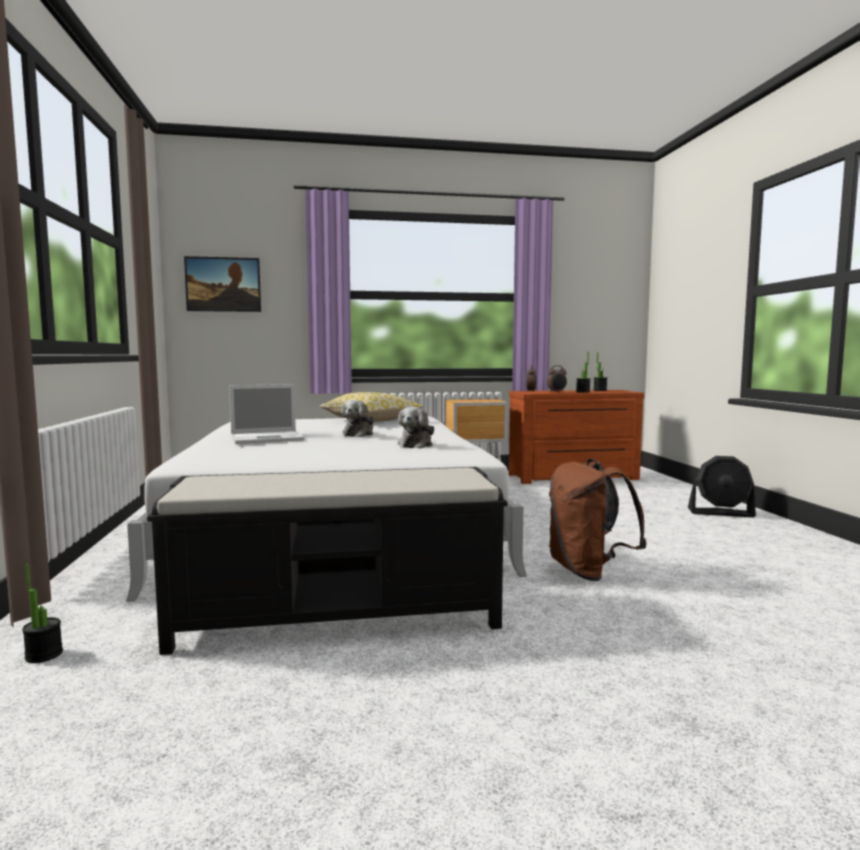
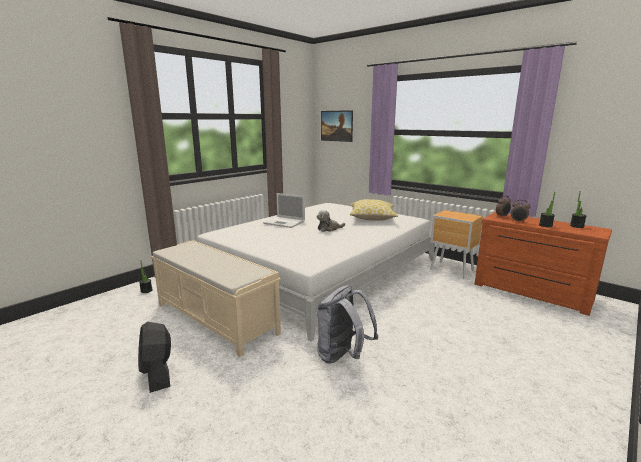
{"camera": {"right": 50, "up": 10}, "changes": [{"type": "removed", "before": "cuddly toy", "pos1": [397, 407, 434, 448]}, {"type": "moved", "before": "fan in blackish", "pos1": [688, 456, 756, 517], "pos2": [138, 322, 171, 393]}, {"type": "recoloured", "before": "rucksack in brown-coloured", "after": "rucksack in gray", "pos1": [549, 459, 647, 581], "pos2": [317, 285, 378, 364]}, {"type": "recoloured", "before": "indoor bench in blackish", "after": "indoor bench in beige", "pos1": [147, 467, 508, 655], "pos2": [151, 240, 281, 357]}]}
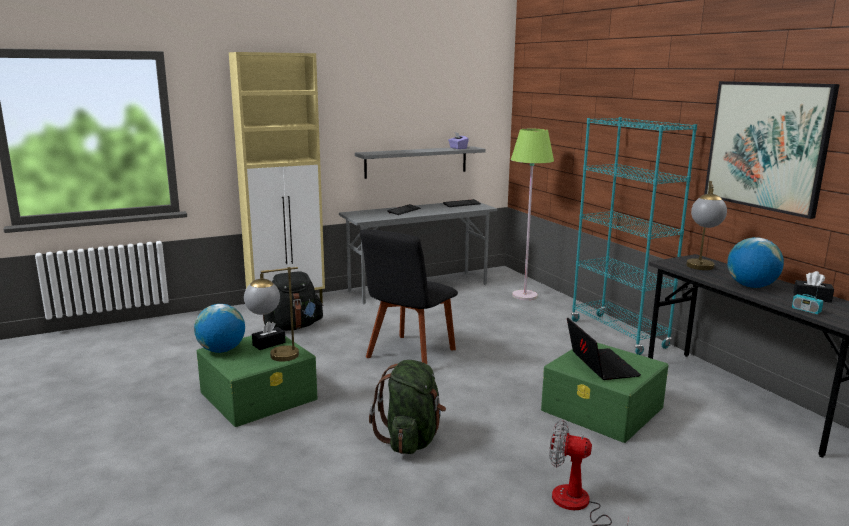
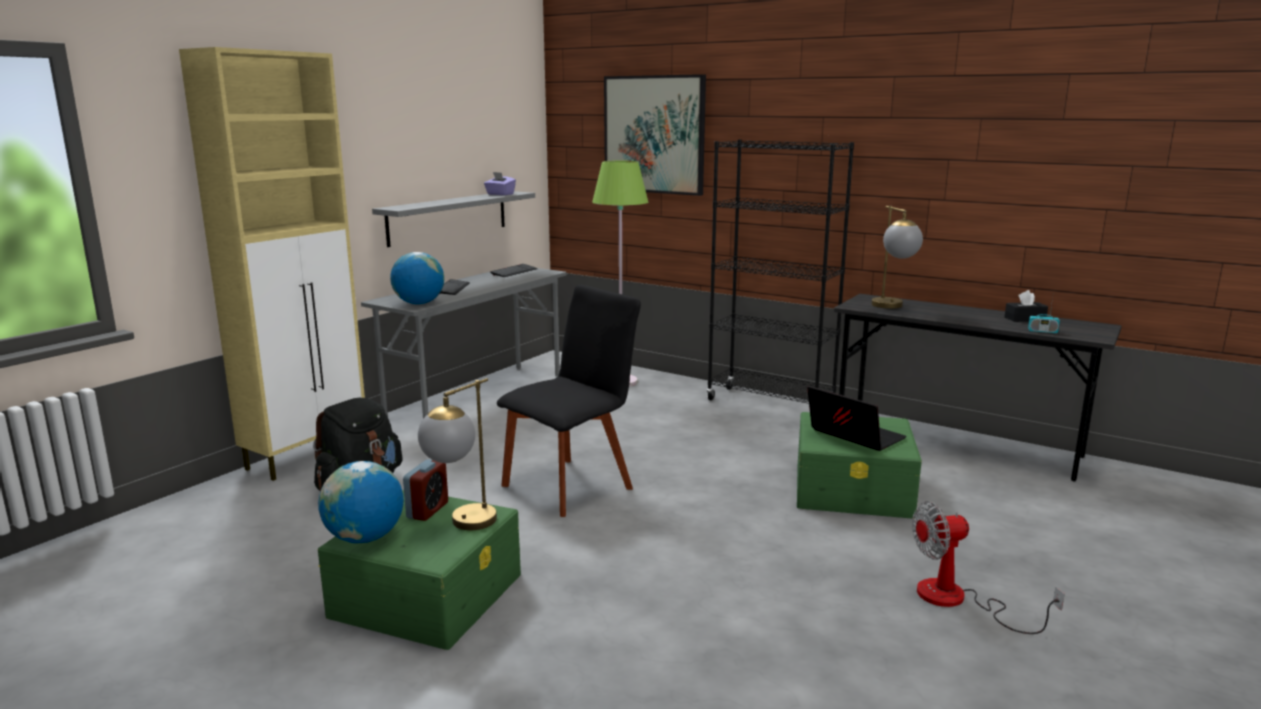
{"camera": {"right": -30, "up": 0}, "changes": [{"type": "moved", "before": "picture", "pos1": [704, 81, 840, 219], "pos2": [604, 74, 706, 196]}, {"type": "recoloured", "before": "shelving unit in turquoise", "after": "shelving unit in blackish", "pos1": [571, 117, 697, 355], "pos2": [707, 139, 854, 404]}, {"type": "turned", "before": "chair in blackish", "pos1": [360, 229, 458, 364], "pos2": [497, 285, 641, 517], "turn": -135}, {"type": "moved", "before": "world globe", "pos1": [727, 237, 784, 288], "pos2": [390, 252, 444, 305]}, {"type": "replaced", "before": "box of tissues in blackish", "after": "alarm clock", "pos1": [252, 321, 286, 350], "pos2": [403, 459, 448, 521]}, {"type": "removed", "before": "rucksack in green-coloured", "pos1": [369, 360, 446, 454]}]}
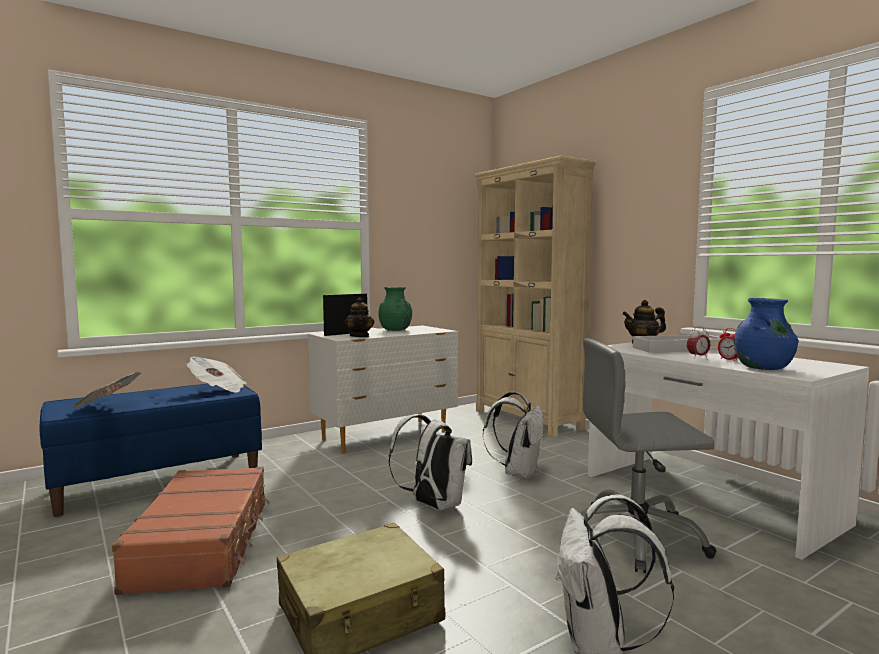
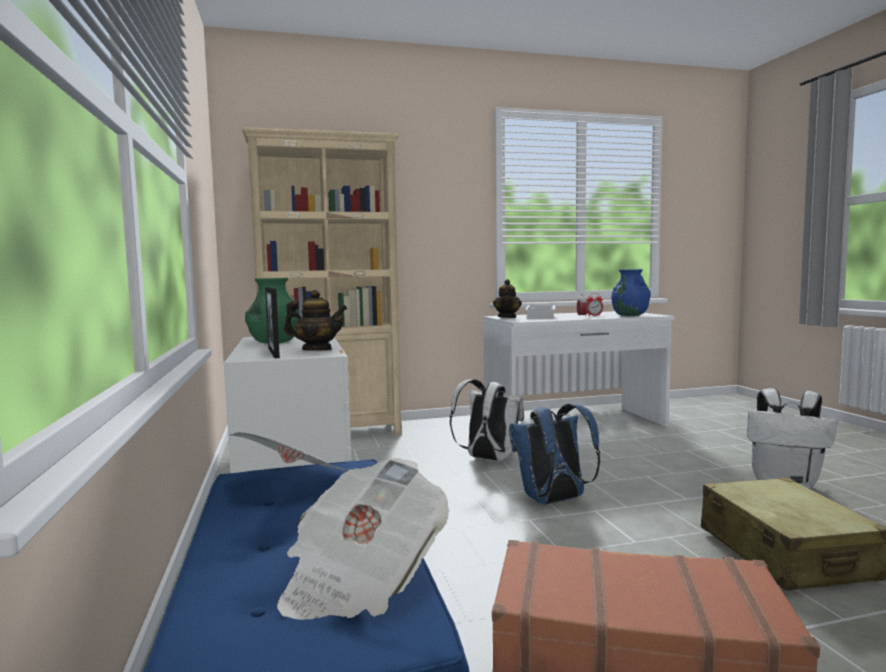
{"camera": {"right": -70, "up": 0}, "changes": [{"type": "removed", "before": "computer chair in gray", "pos1": [580, 338, 716, 573]}, {"type": "recoloured", "before": "rucksack in white", "after": "rucksack in bluish", "pos1": [389, 414, 472, 510], "pos2": [509, 404, 600, 505]}]}
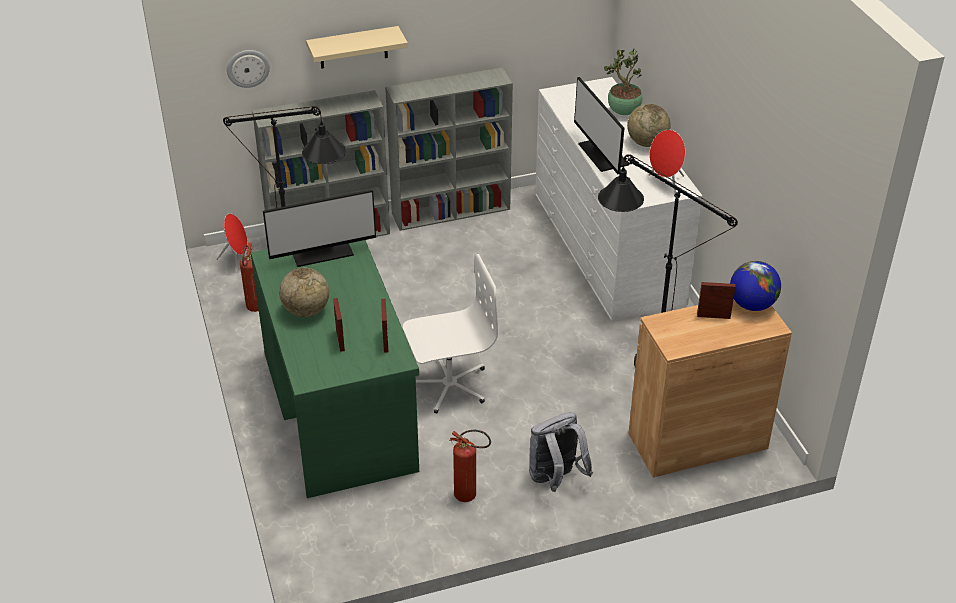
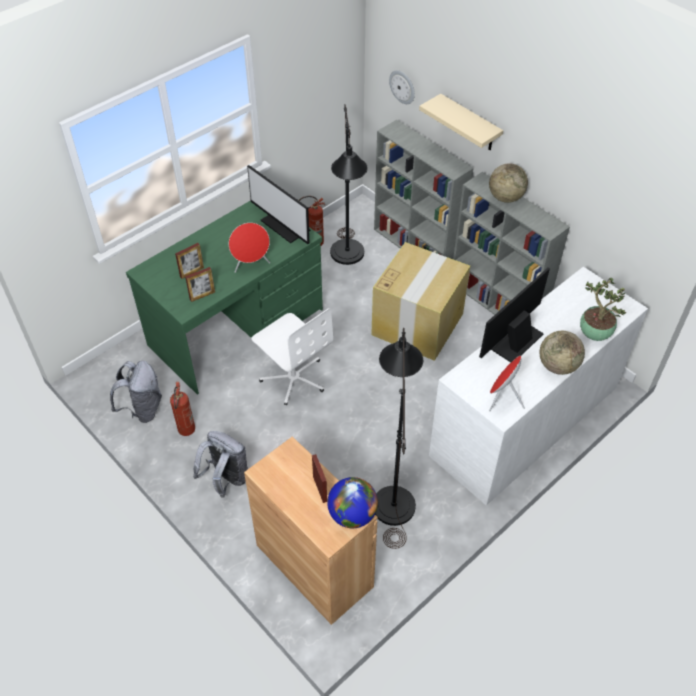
{"camera": {"right": 65, "up": 10}, "changes": [{"type": "moved", "before": "loudspeaker in red-coloured", "pos1": [216, 214, 248, 273], "pos2": [229, 223, 270, 273]}, {"type": "moved", "before": "world globe", "pos1": [279, 268, 329, 317], "pos2": [489, 163, 528, 203]}, {"type": "added", "after": "carton", "pos2": [371, 242, 470, 361]}, {"type": "added", "after": "rucksack in gray", "pos2": [110, 361, 162, 423]}]}
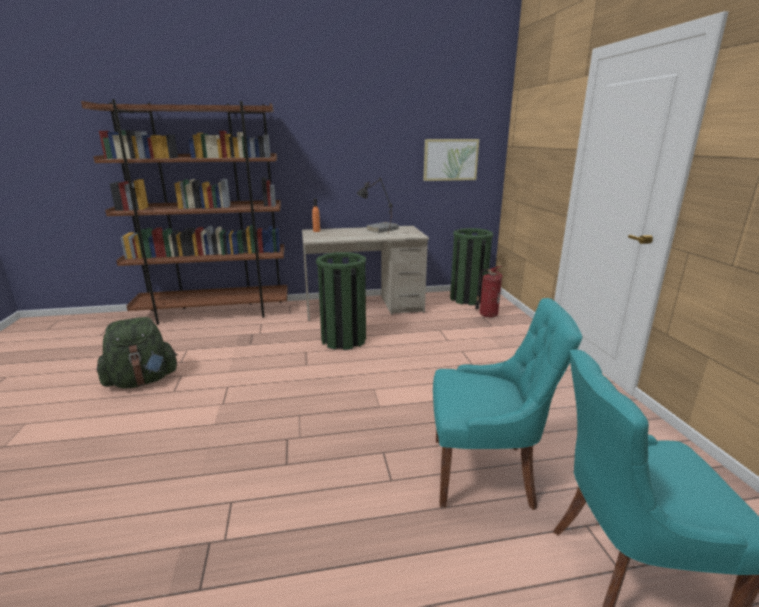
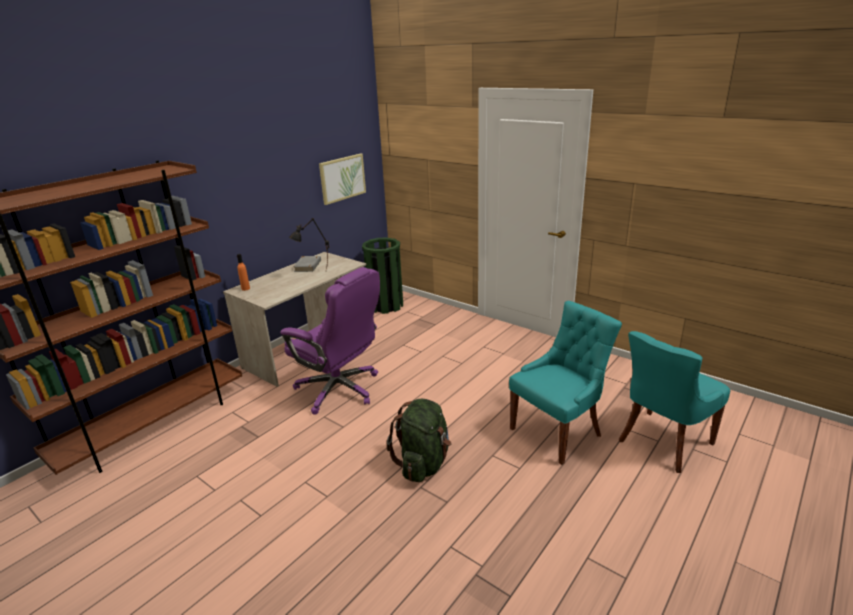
{"camera": {"right": -40, "up": 5}, "changes": [{"type": "replaced", "before": "waste bin in green-coloured", "after": "computer chair in purple", "pos1": [316, 252, 366, 350], "pos2": [280, 267, 380, 415]}, {"type": "removed", "before": "fire-fighting cylinder", "pos1": [475, 266, 503, 317]}, {"type": "moved", "before": "rucksack in green-coloured", "pos1": [97, 317, 178, 388], "pos2": [387, 399, 451, 482]}]}
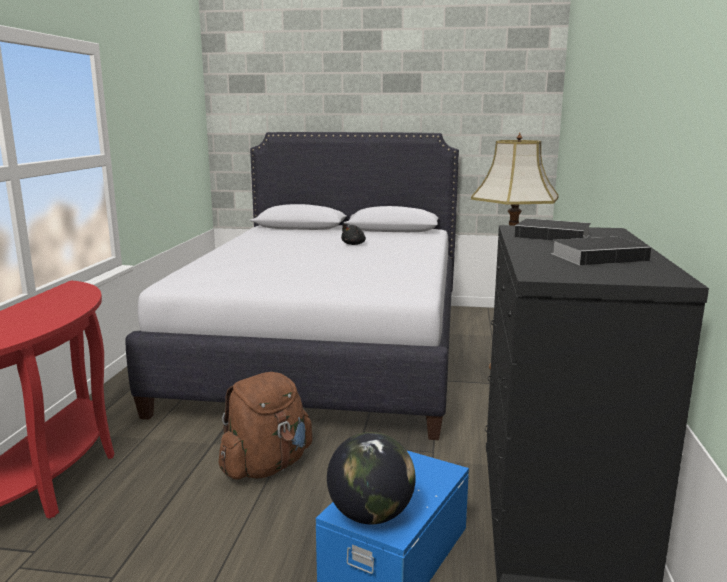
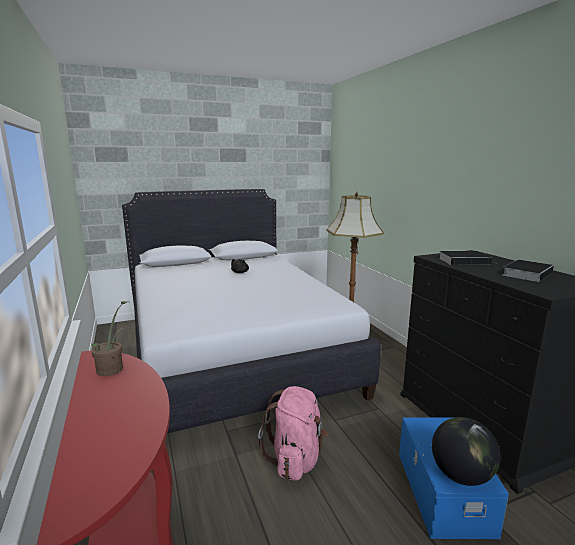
{"camera": {"right": -30, "up": 0}, "changes": [{"type": "recoloured", "before": "rucksack in brown-coloured", "after": "rucksack in pink", "pos1": [219, 372, 312, 479], "pos2": [257, 386, 329, 481]}, {"type": "added", "after": "plant in a pot", "pos2": [91, 301, 128, 376]}]}
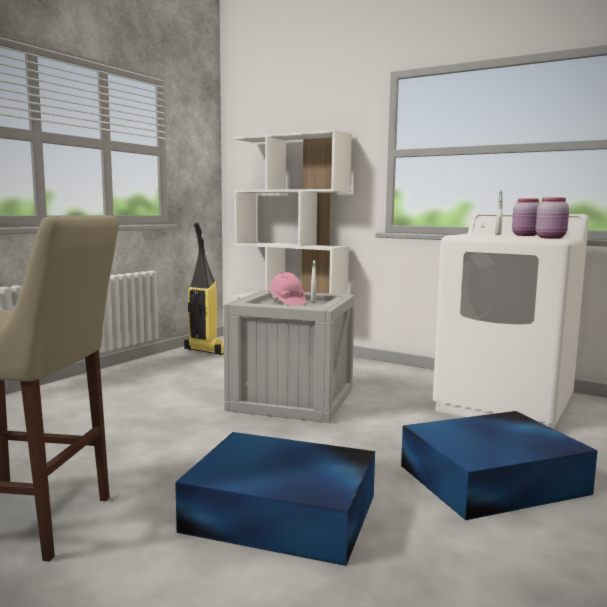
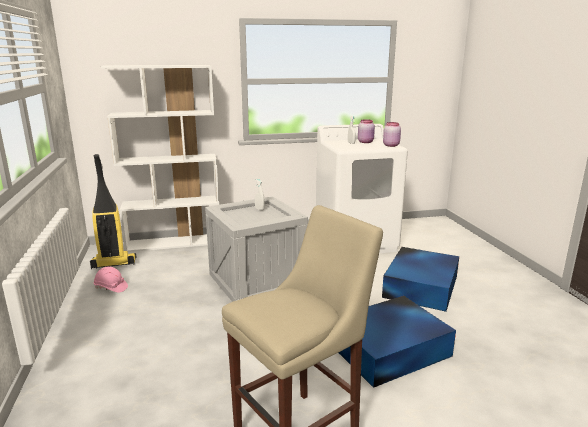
{"camera": {"right": -45, "up": 10}, "changes": [{"type": "moved", "before": "hard hat in pink", "pos1": [268, 272, 306, 306], "pos2": [94, 266, 128, 293]}]}
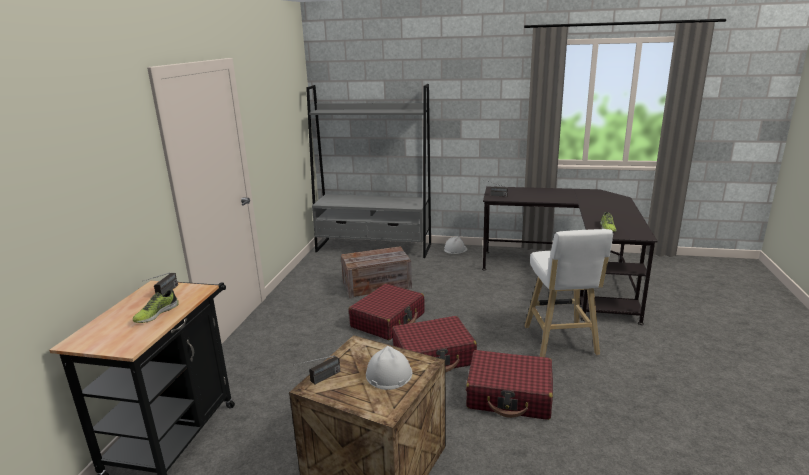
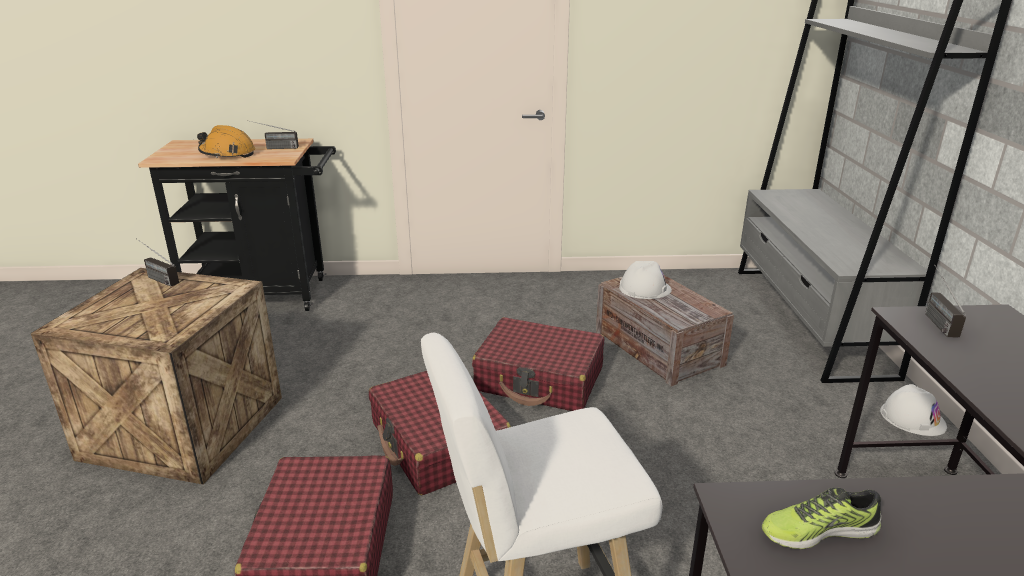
{"camera": {"right": 75, "up": 5}, "changes": [{"type": "replaced", "before": "item of footwear", "after": "hard hat in orange-coloured", "pos1": [133, 289, 179, 323], "pos2": [197, 125, 255, 158]}, {"type": "moved", "before": "hard hat in white", "pos1": [366, 346, 412, 390], "pos2": [619, 261, 672, 299]}]}
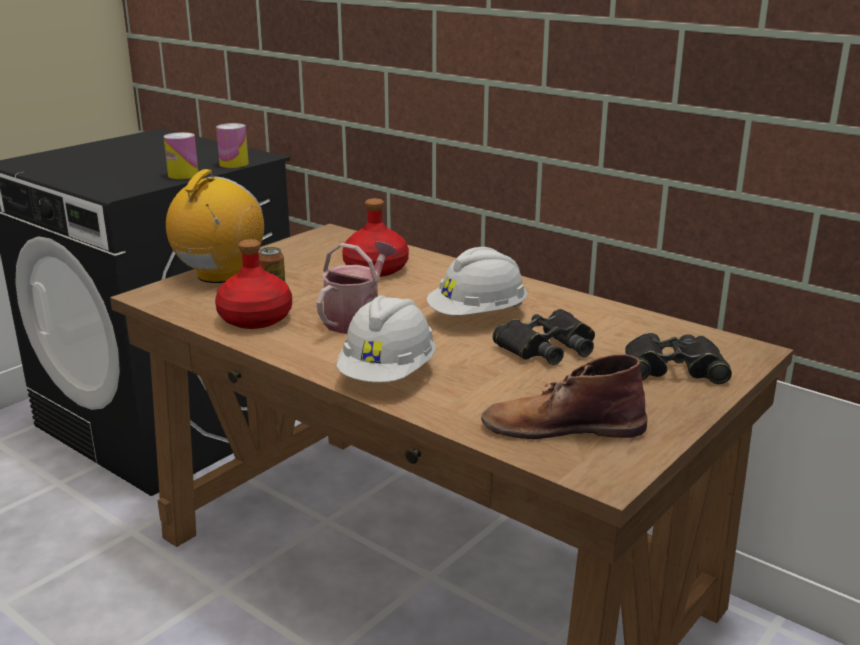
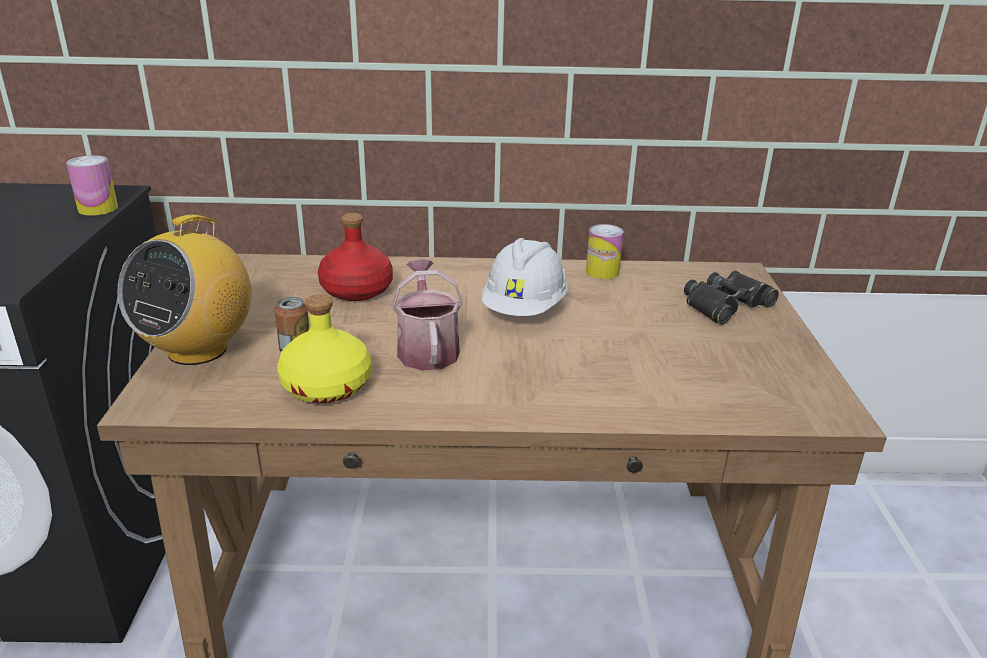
{"camera": {"right": -40, "up": 5}, "changes": [{"type": "moved", "before": "can", "pos1": [164, 132, 198, 179], "pos2": [586, 224, 624, 279]}, {"type": "turned", "before": "radio set", "pos1": [166, 169, 264, 283], "pos2": [118, 215, 251, 365], "turn": -135}, {"type": "recoloured", "before": "bottle in red-coloured", "after": "bottle in yellowish", "pos1": [215, 239, 292, 329], "pos2": [277, 294, 371, 403]}, {"type": "removed", "before": "hard hat in white", "pos1": [336, 295, 435, 382]}, {"type": "removed", "before": "pair of binoculars in blackish", "pos1": [492, 309, 595, 365]}, {"type": "removed", "before": "high-top boot in brown-coloured", "pos1": [481, 354, 647, 439]}]}
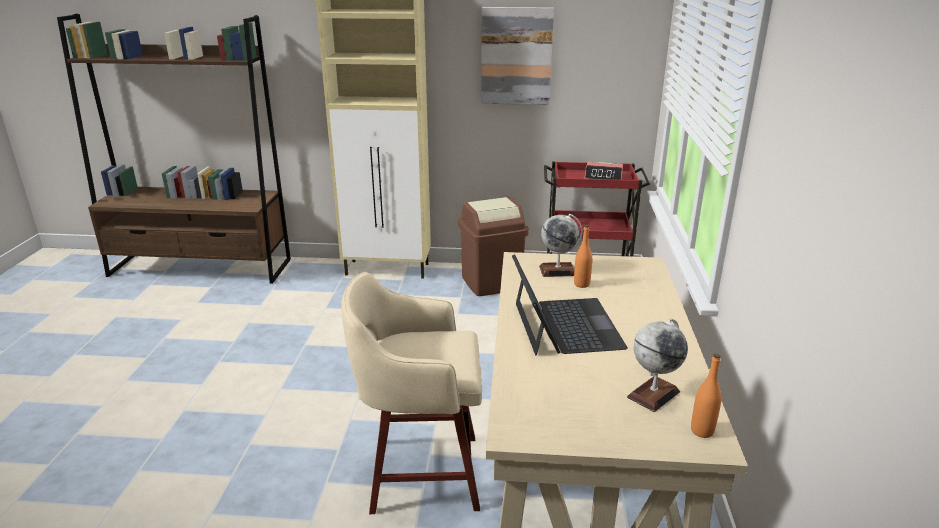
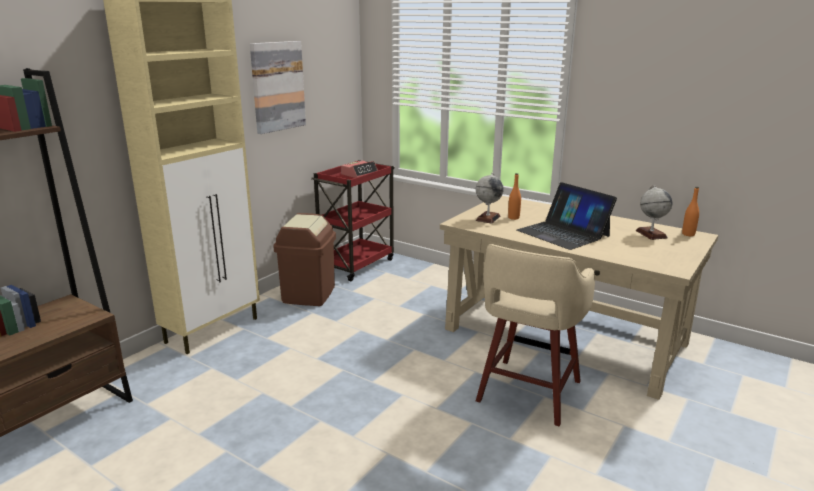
{"camera": {"right": -60, "up": -5}, "changes": [{"type": "turned", "before": "notebook computer", "pos1": [512, 254, 628, 356], "pos2": [517, 182, 617, 250], "turn": -150}]}
